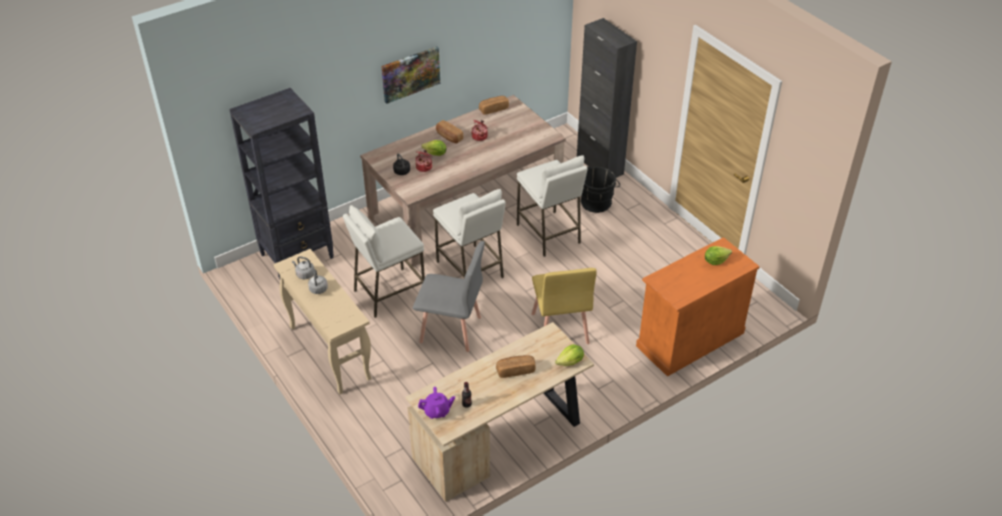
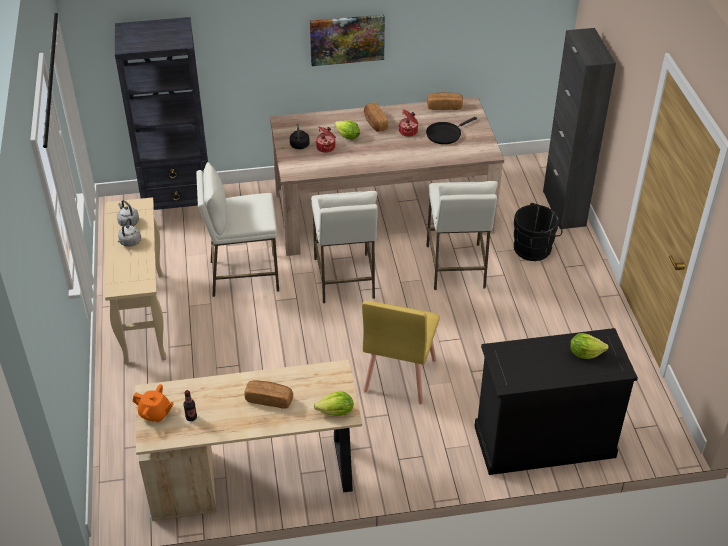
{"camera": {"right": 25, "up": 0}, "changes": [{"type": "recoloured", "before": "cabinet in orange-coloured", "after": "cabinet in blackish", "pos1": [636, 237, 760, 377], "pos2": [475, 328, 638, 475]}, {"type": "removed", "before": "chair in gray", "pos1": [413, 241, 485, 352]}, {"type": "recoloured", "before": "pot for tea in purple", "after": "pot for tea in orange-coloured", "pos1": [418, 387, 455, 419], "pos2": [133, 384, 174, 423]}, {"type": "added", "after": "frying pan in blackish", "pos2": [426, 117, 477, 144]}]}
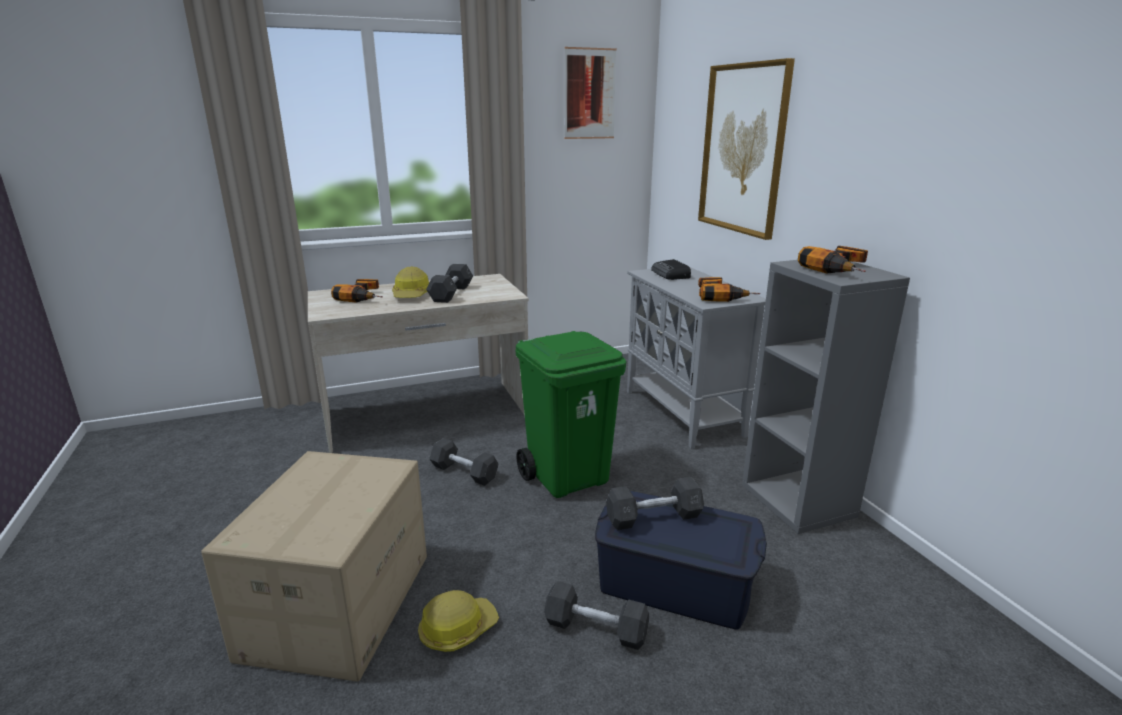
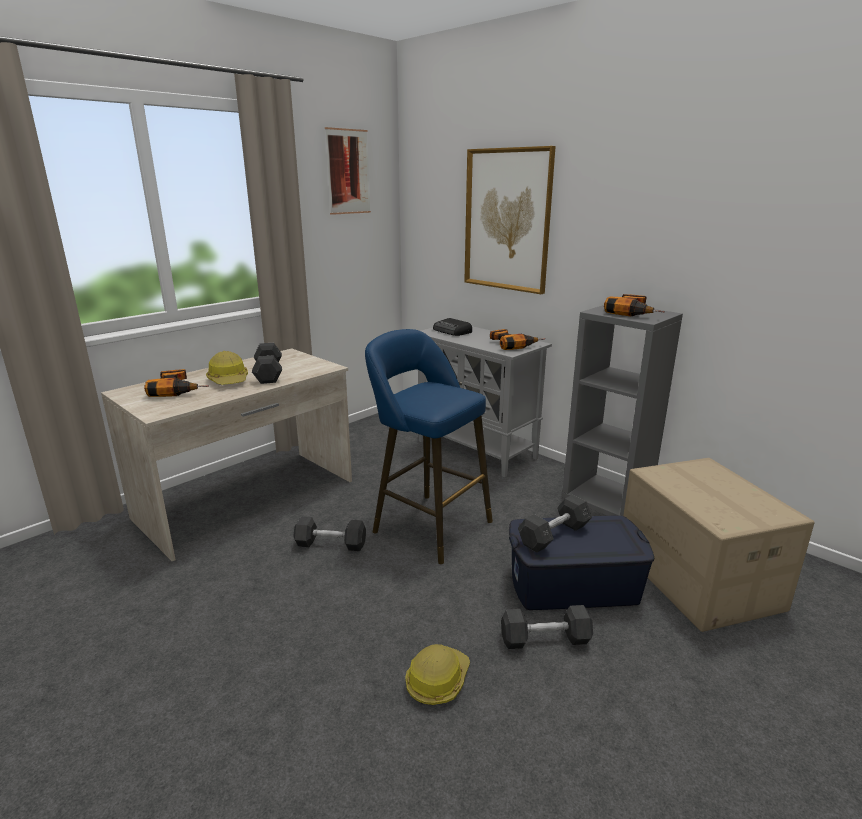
{"camera": {"right": -25, "up": 0}, "changes": [{"type": "replaced", "before": "waste bin in green-coloured", "after": "stool in bluish", "pos1": [515, 331, 626, 498], "pos2": [365, 329, 493, 564]}, {"type": "moved", "before": "carton", "pos1": [201, 451, 427, 682], "pos2": [623, 458, 815, 632]}]}
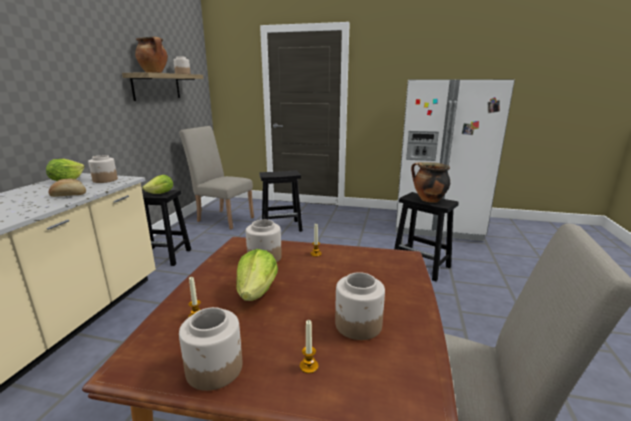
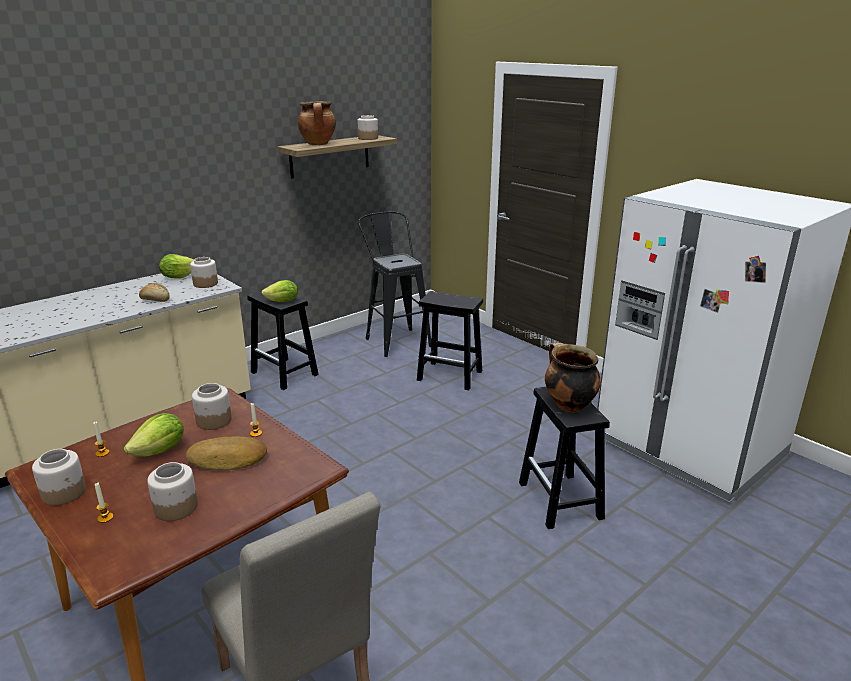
{"camera": {"right": 35, "up": 5}, "changes": [{"type": "replaced", "before": "chair in beige", "after": "stool in blackish", "pos1": [179, 126, 254, 229], "pos2": [358, 212, 432, 357]}, {"type": "added", "after": "baked bread", "pos2": [186, 436, 267, 471]}]}
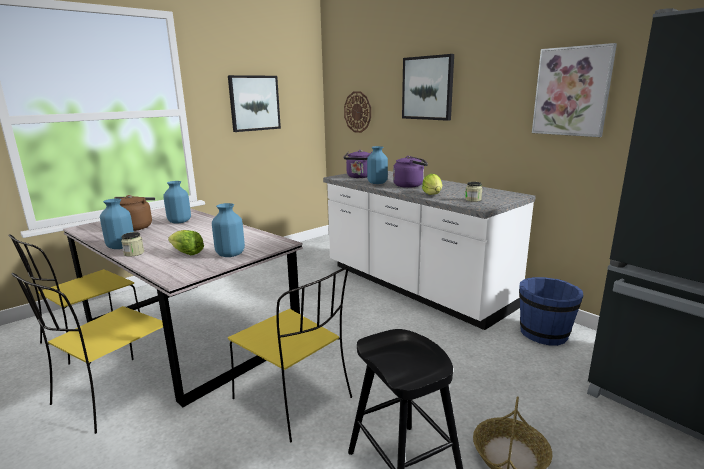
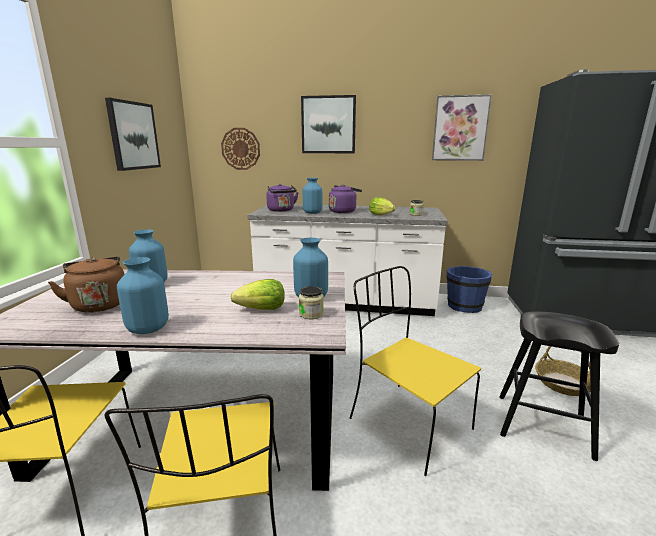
{"camera": {"right": -40, "up": 0}, "changes": [{"type": "moved", "before": "preserve jar", "pos1": [121, 232, 144, 257], "pos2": [299, 286, 324, 319]}, {"type": "turned", "before": "chair in yellowish", "pos1": [228, 266, 352, 443], "pos2": [350, 266, 481, 476], "turn": -135}]}
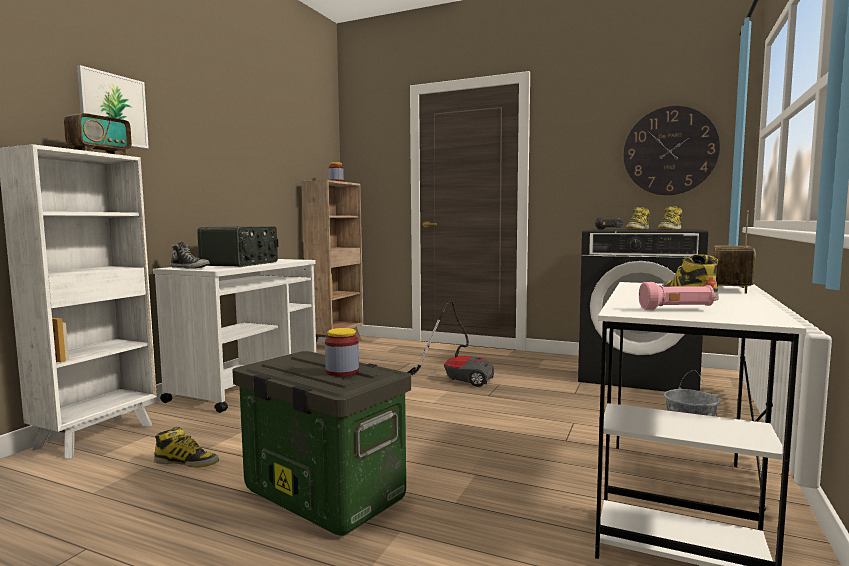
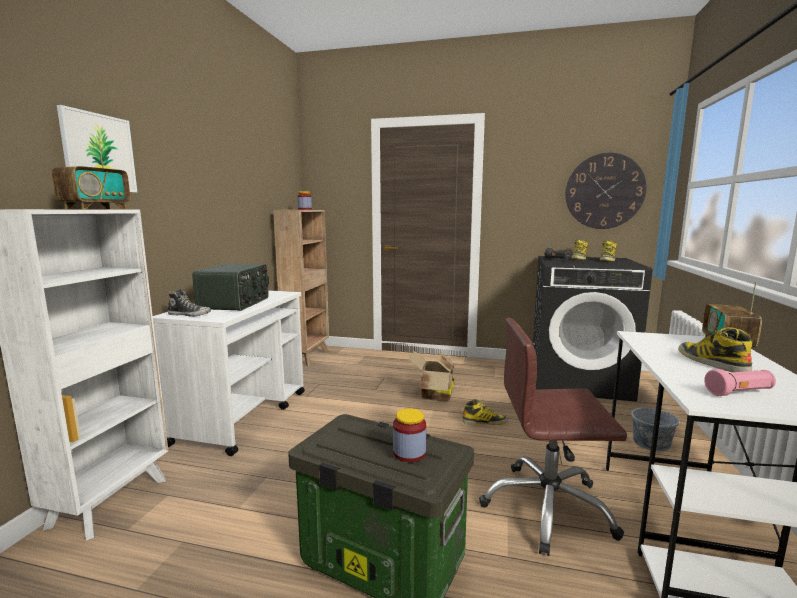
{"camera": {"right": -10, "up": 5}, "changes": [{"type": "replaced", "before": "hoover", "after": "carton", "pos1": [407, 301, 494, 387], "pos2": [409, 351, 454, 401]}, {"type": "moved", "before": "high-top boot", "pos1": [154, 426, 219, 468], "pos2": [462, 399, 508, 425]}, {"type": "added", "after": "computer chair in brown-coloured", "pos2": [479, 318, 627, 556]}]}
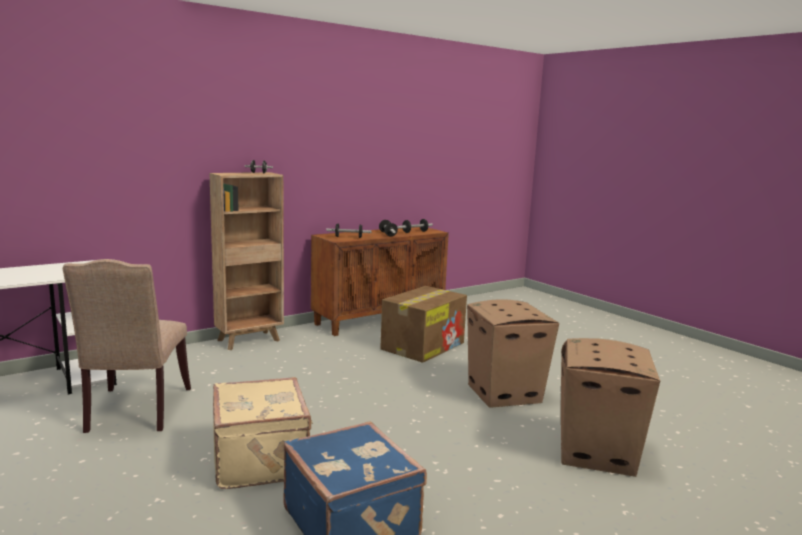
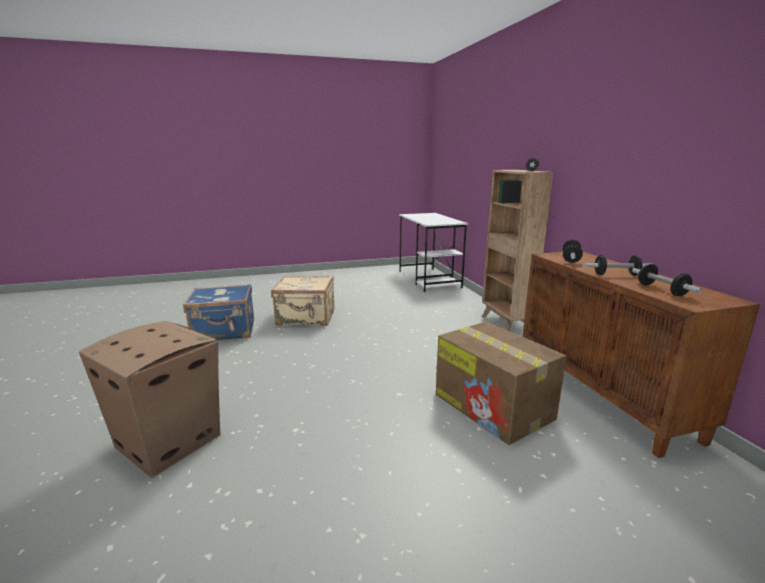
{"camera": {"right": 110, "up": 5}, "changes": [{"type": "removed", "before": "chair in beige", "pos1": [63, 259, 191, 433]}, {"type": "removed", "before": "carton", "pos1": [467, 299, 560, 408]}]}
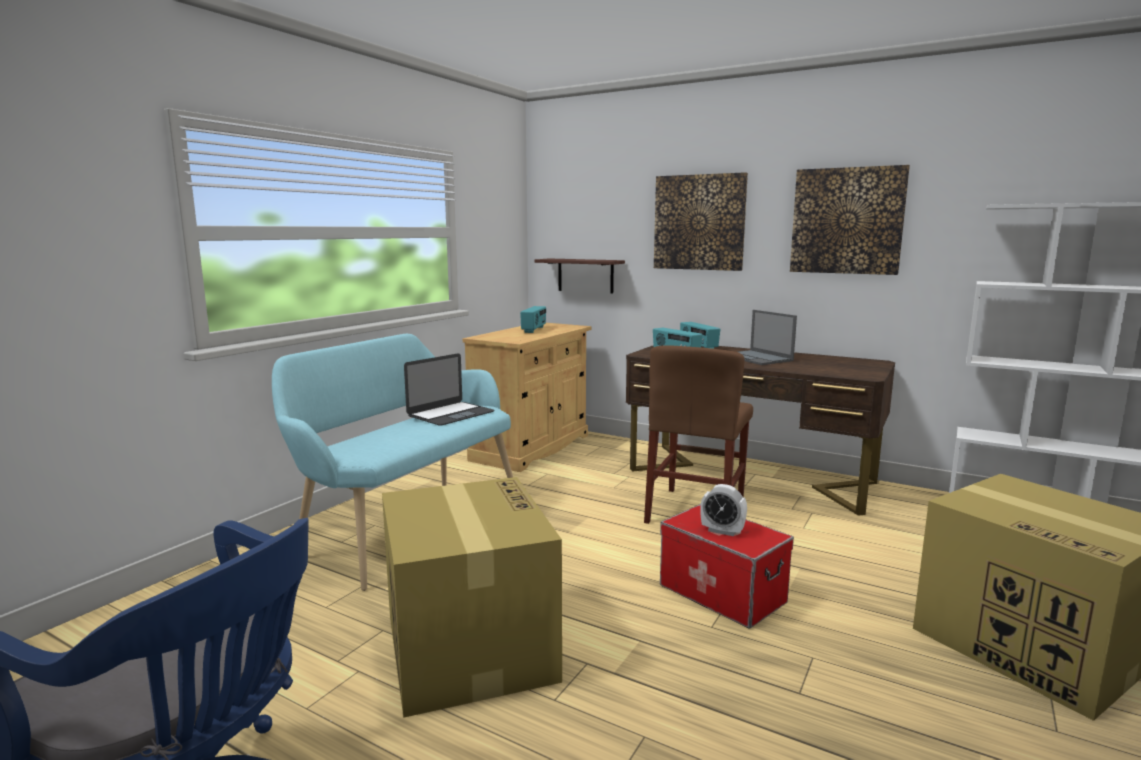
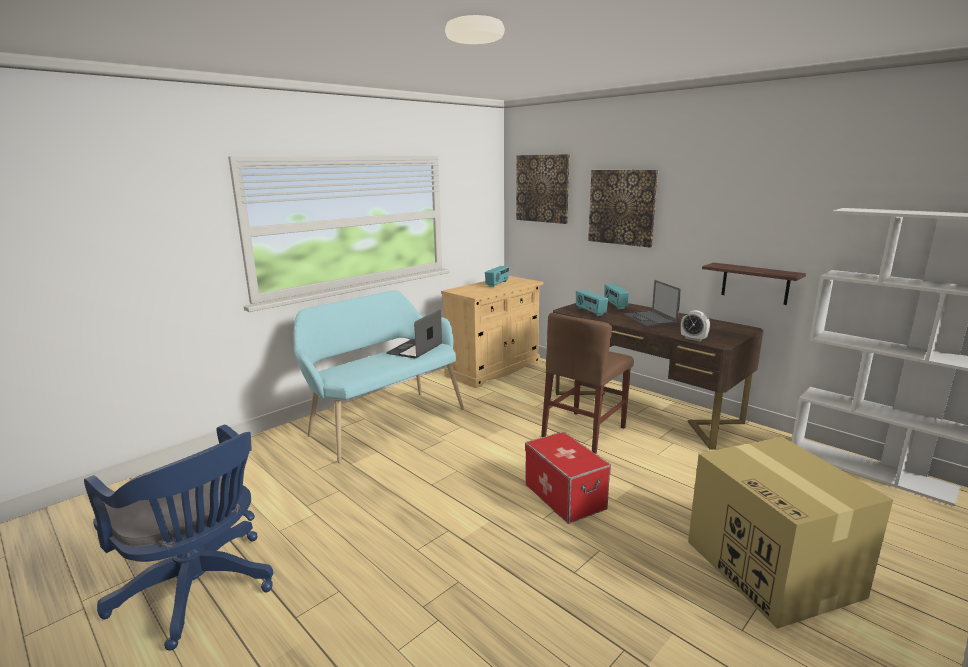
{"camera": {"right": 15, "up": 5}, "changes": [{"type": "moved", "before": "picture", "pos1": [790, 165, 910, 275], "pos2": [516, 154, 570, 224]}, {"type": "moved", "before": "bracket shelf", "pos1": [534, 258, 625, 294], "pos2": [702, 263, 806, 305]}, {"type": "turned", "before": "notebook computer", "pos1": [404, 354, 494, 426], "pos2": [386, 310, 442, 358], "turn": 150}, {"type": "removed", "before": "carton", "pos1": [382, 477, 562, 718]}, {"type": "moved", "before": "alarm clock", "pos1": [700, 484, 747, 536], "pos2": [681, 310, 710, 341]}]}
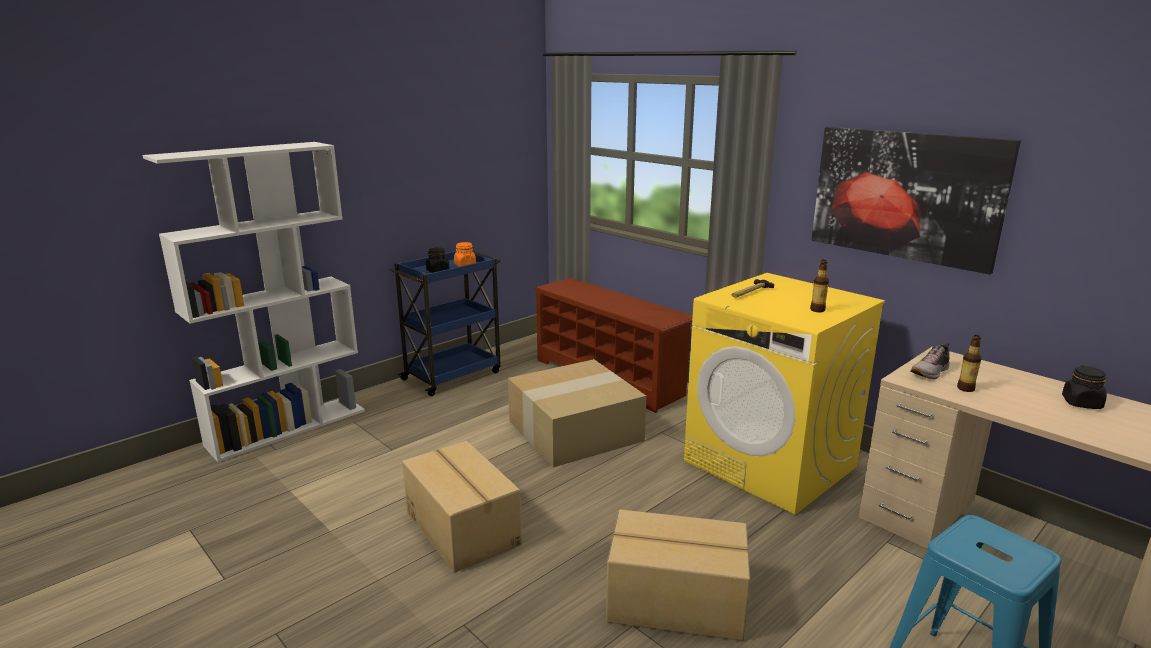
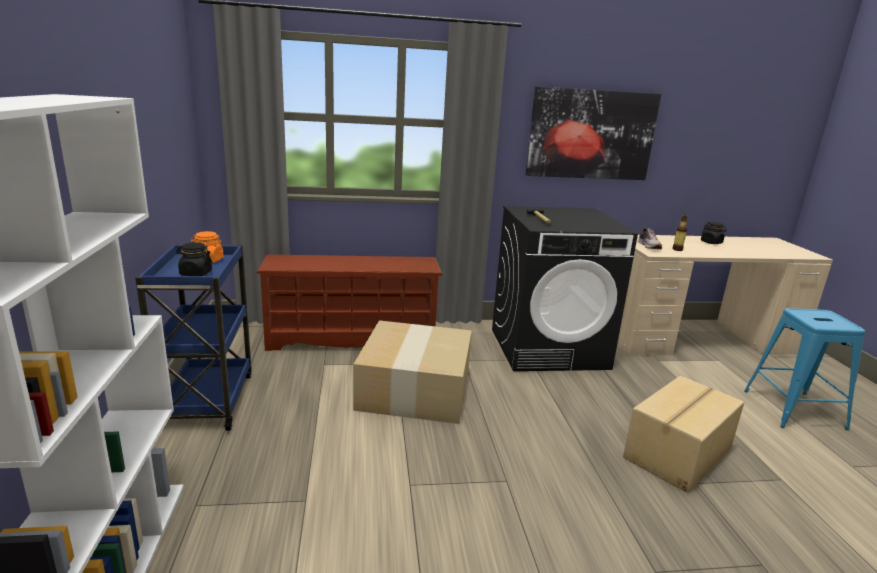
{"camera": {"right": -55, "up": 0}, "changes": [{"type": "removed", "before": "bottle", "pos1": [810, 260, 829, 312]}, {"type": "recoloured", "before": "laundry appliance in yellowish", "after": "laundry appliance in blackish", "pos1": [684, 273, 885, 515], "pos2": [492, 206, 638, 371]}, {"type": "removed", "before": "carton", "pos1": [402, 441, 522, 573]}]}
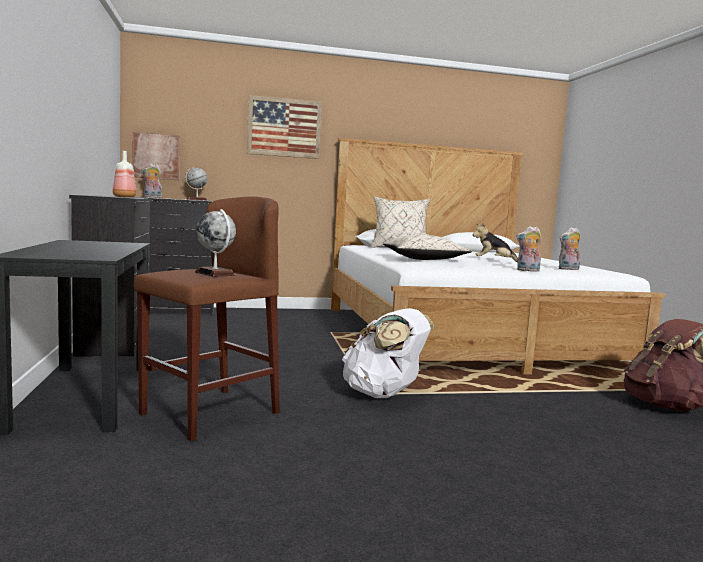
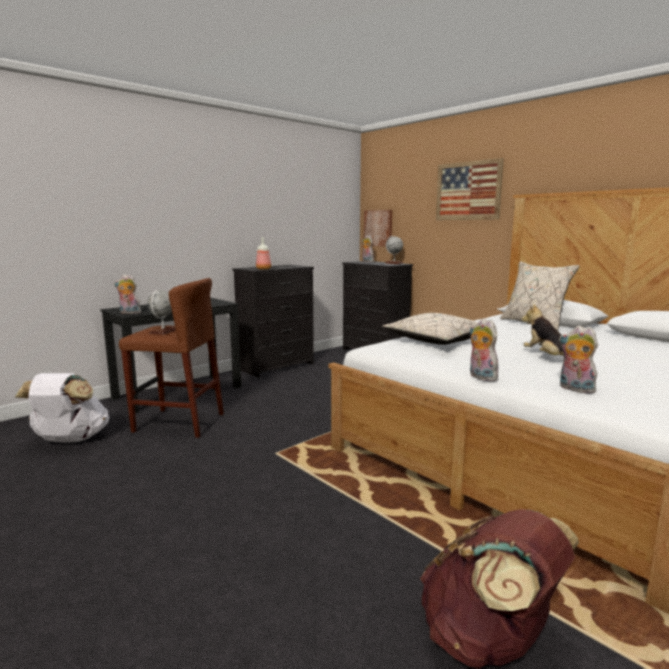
{"camera": {"right": 60, "up": 5}, "changes": [{"type": "moved", "before": "rucksack in white", "pos1": [342, 308, 434, 398], "pos2": [15, 373, 109, 443]}, {"type": "added", "after": "cuddly toy", "pos2": [114, 274, 141, 314]}]}
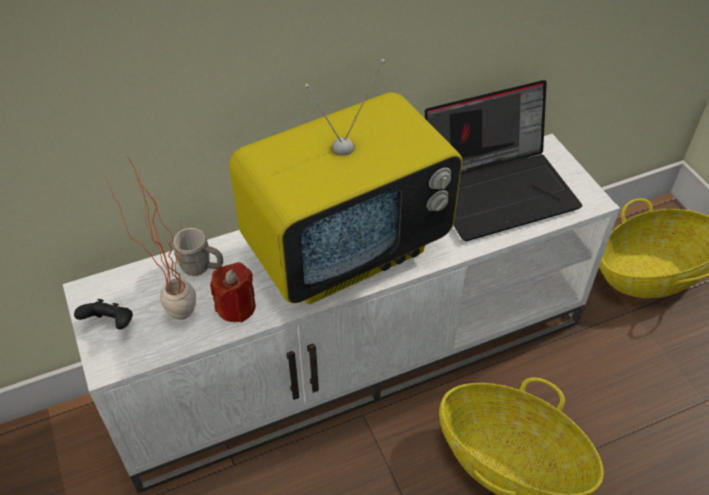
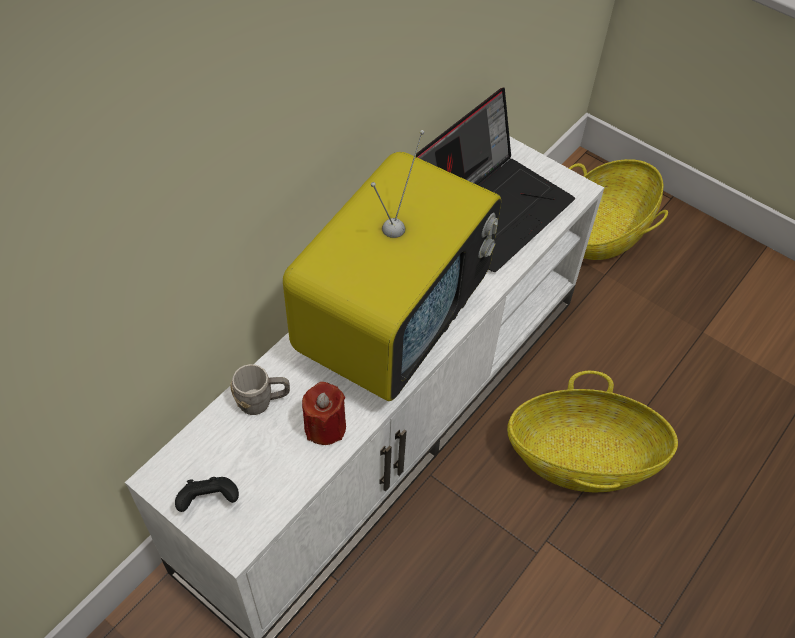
{"camera": {"right": -30, "up": 5}, "changes": [{"type": "removed", "before": "plant in a pot", "pos1": [105, 156, 196, 320]}]}
